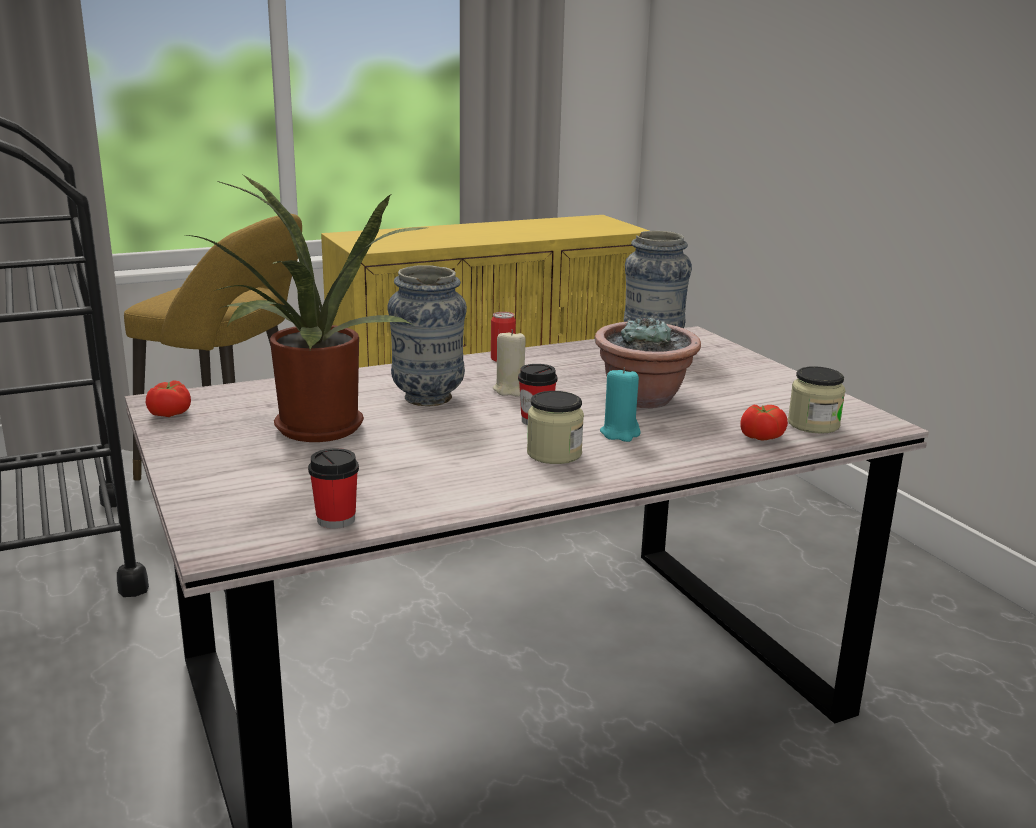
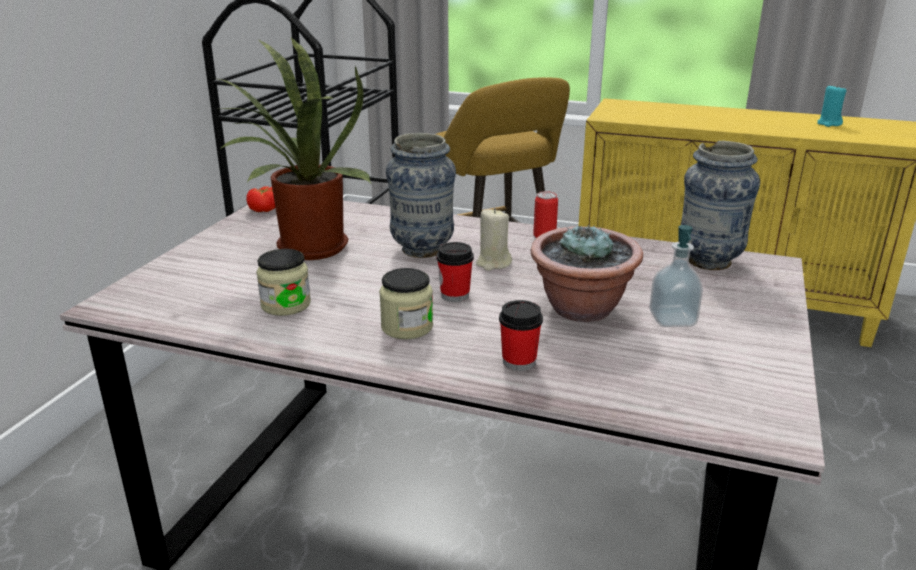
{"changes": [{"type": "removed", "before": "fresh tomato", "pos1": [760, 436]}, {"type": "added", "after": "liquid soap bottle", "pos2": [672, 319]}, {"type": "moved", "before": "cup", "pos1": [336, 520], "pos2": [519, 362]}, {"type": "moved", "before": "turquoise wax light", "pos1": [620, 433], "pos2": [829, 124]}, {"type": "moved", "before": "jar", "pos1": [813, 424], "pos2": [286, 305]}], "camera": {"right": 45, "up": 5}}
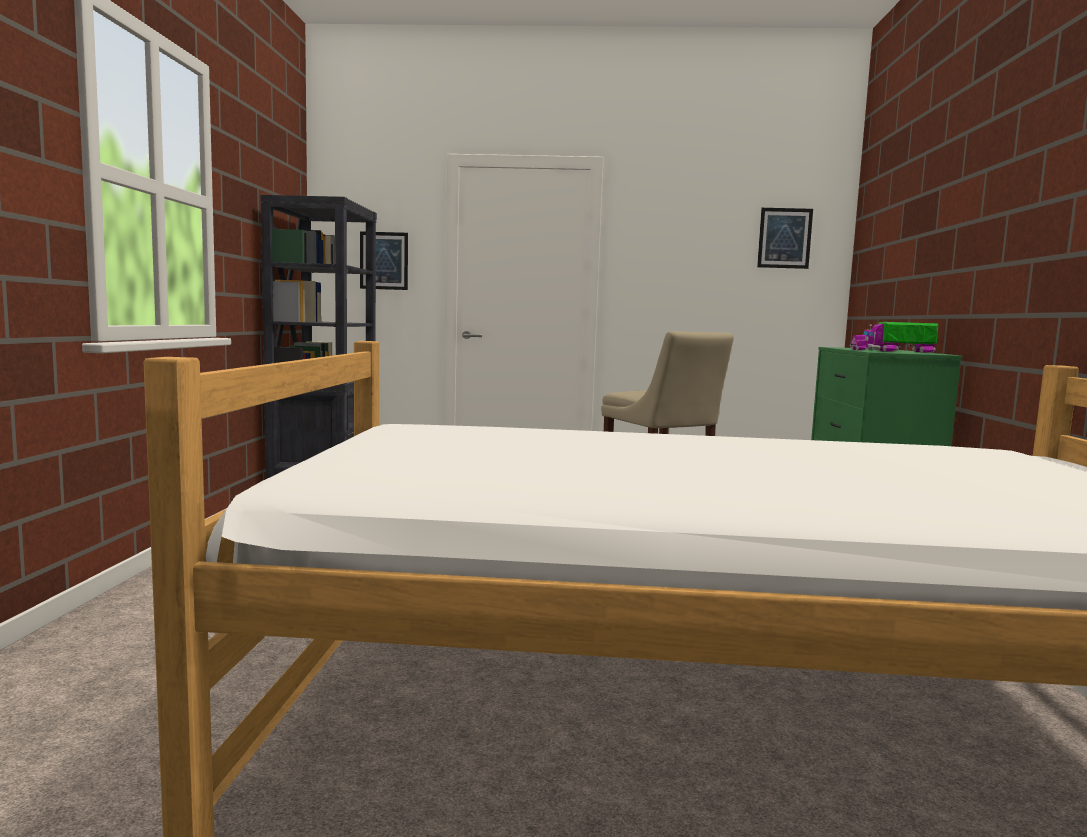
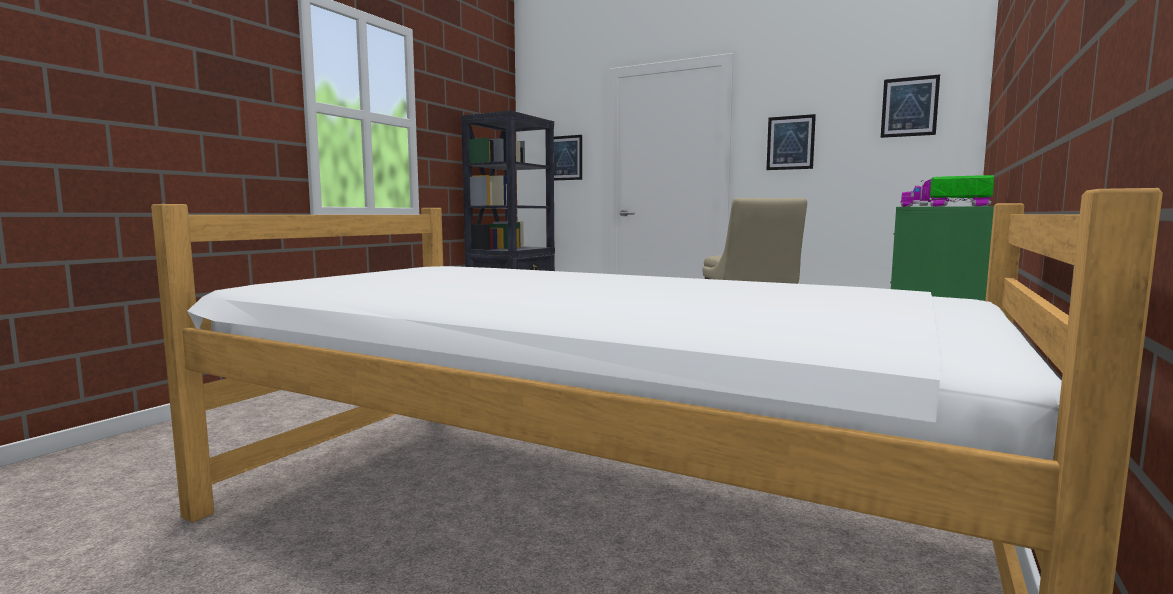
{"changes": [{"type": "added", "after": "wall picture", "pos2": [790, 142]}], "camera": {"right": 25, "up": 0}}
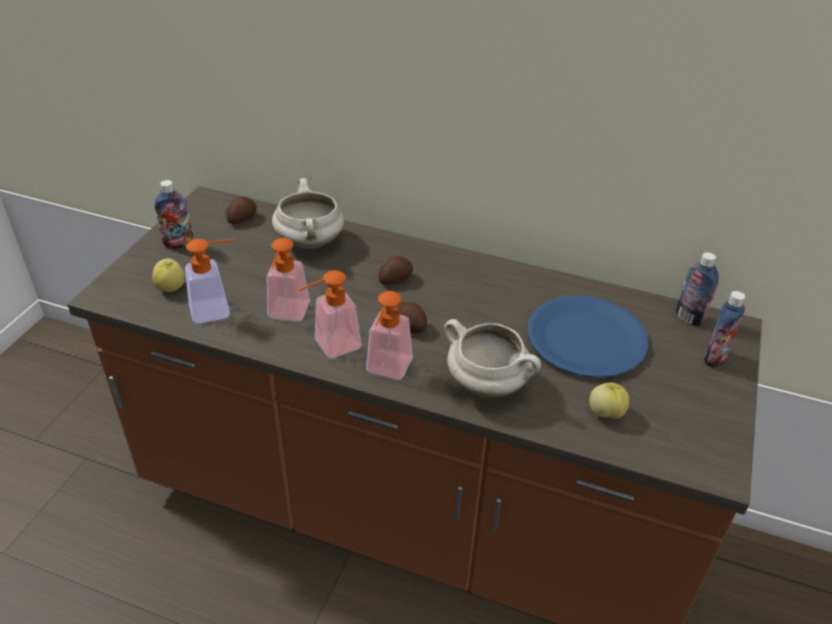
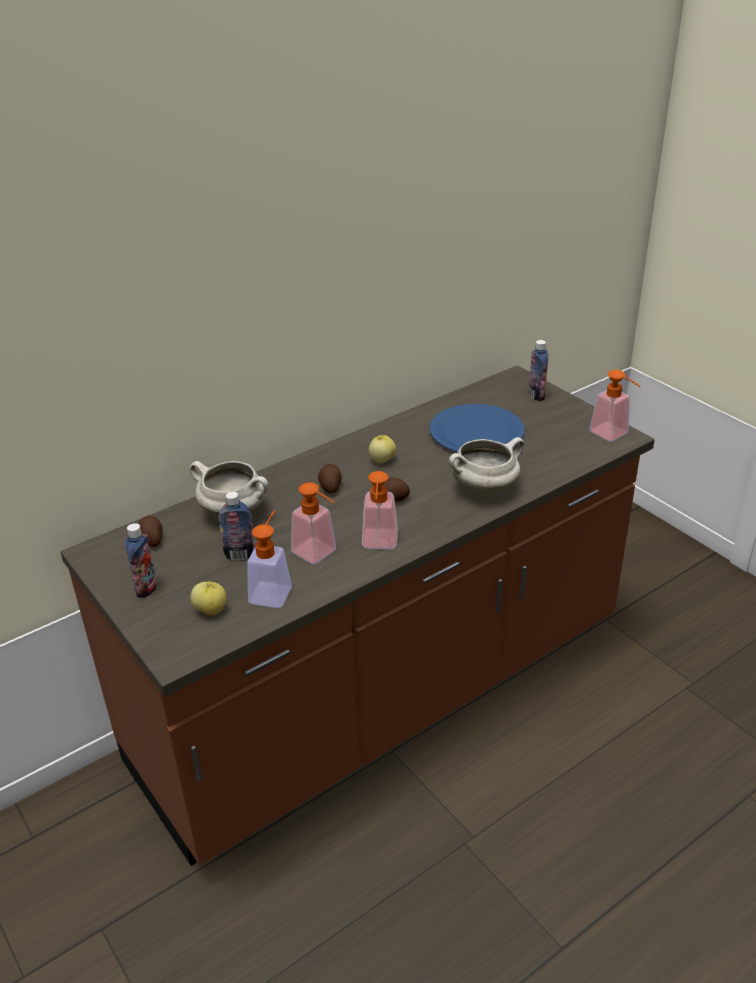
{"changes": [{"type": "moved", "before": "liquid soap bottle", "pos1": [386, 371], "pos2": [613, 435]}, {"type": "moved", "before": "apple fruit", "pos1": [606, 412], "pos2": [382, 460]}, {"type": "moved", "before": "beverage bottle", "pos1": [689, 318], "pos2": [240, 555]}], "camera": {"right": -55, "up": -5}}
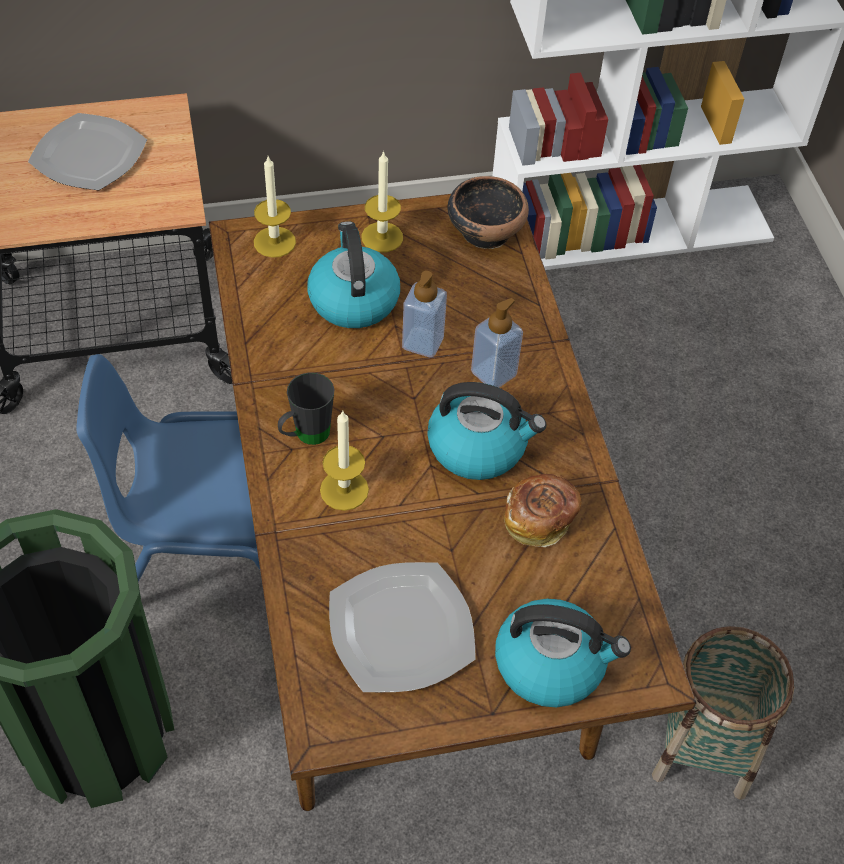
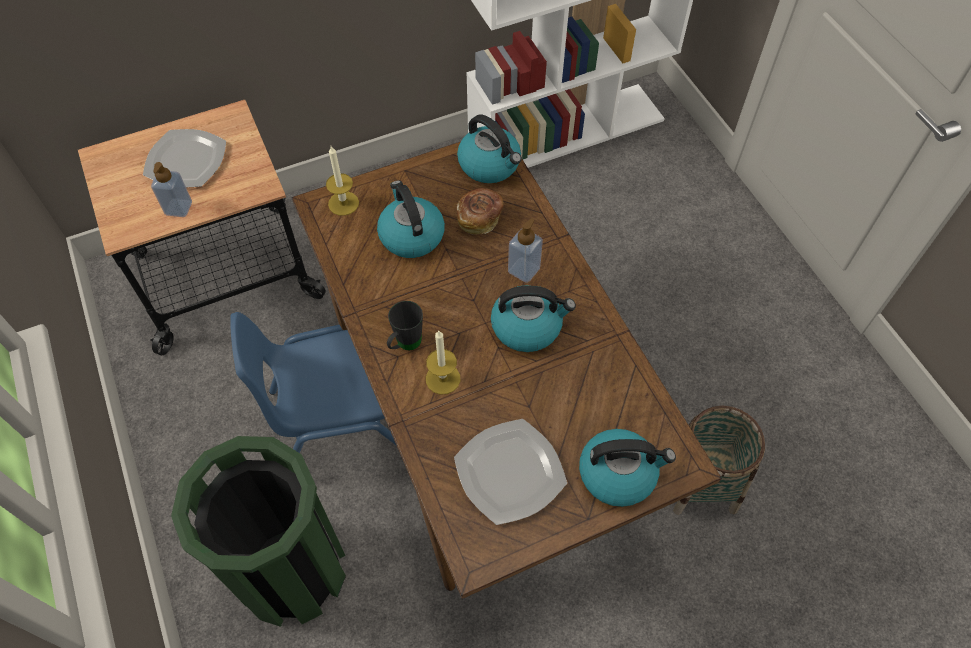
{"changes": [{"type": "removed", "before": "wax light", "pos1": [382, 237]}, {"type": "moved", "before": "liquid soap bottle", "pos1": [422, 342], "pos2": [178, 208]}, {"type": "moved", "before": "bread", "pos1": [539, 519], "pos2": [479, 218]}, {"type": "replaced", "before": "deep dish", "after": "tea kettle", "pos1": [485, 230], "pos2": [490, 165]}], "camera": {"right": -10, "up": 5}}
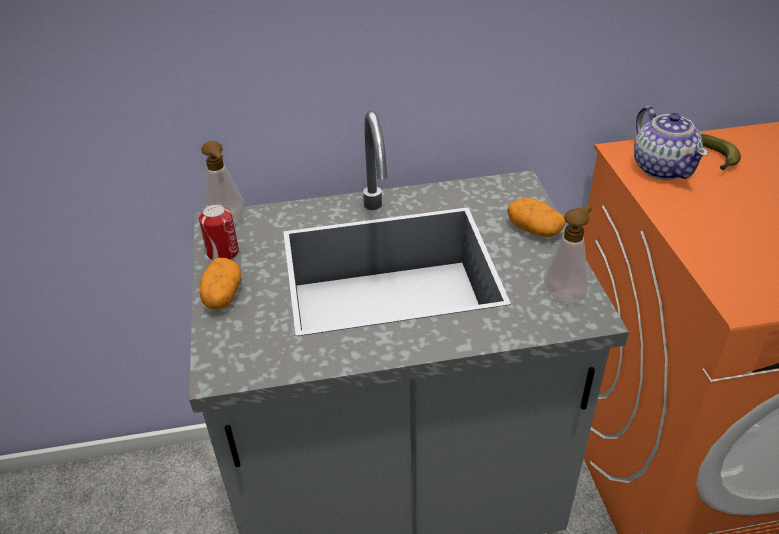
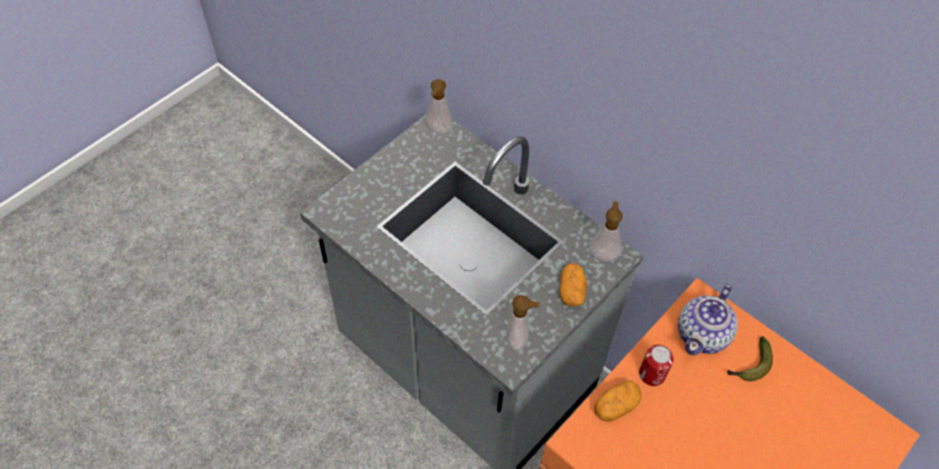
{"changes": [{"type": "added", "after": "liquid soap bottle", "pos2": [603, 253]}, {"type": "moved", "before": "sealed can", "pos1": [223, 252], "pos2": [652, 374]}, {"type": "moved", "before": "potato", "pos1": [222, 295], "pos2": [615, 406]}], "camera": {"right": 50, "up": 15}}
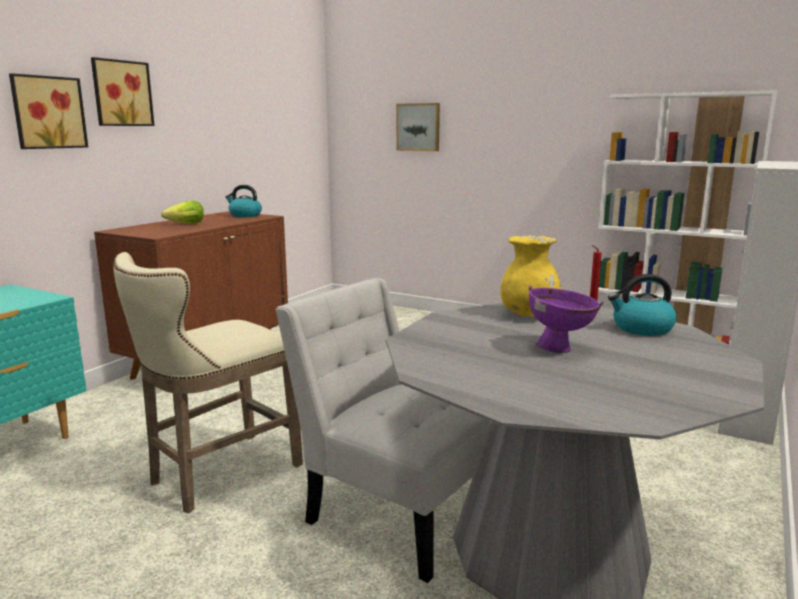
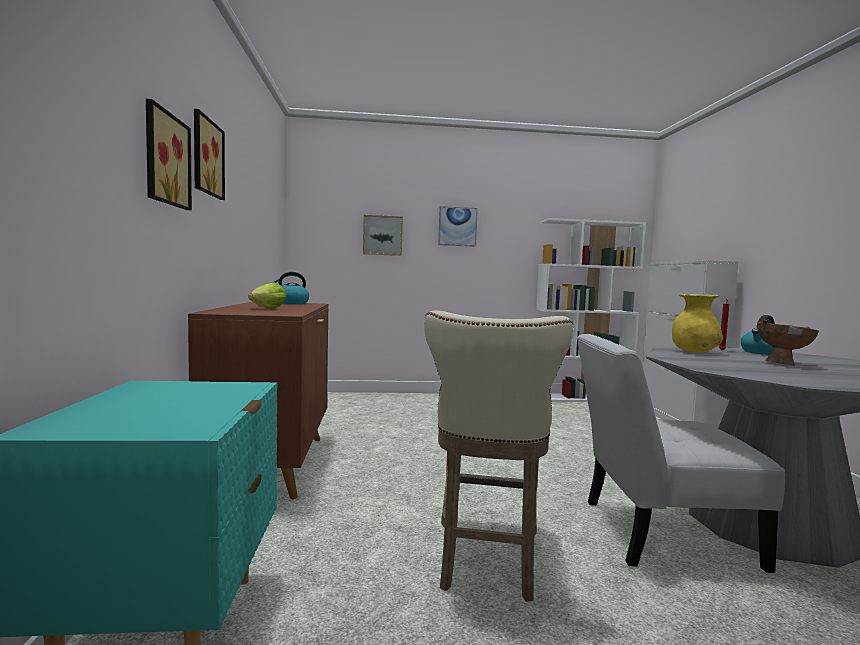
{"changes": [{"type": "added", "after": "wall picture", "pos2": [457, 226]}, {"type": "recoloured", "before": "purple deep dish", "after": "brown deep dish", "pos1": [561, 349], "pos2": [784, 364]}], "camera": {"right": -35, "up": -10}}
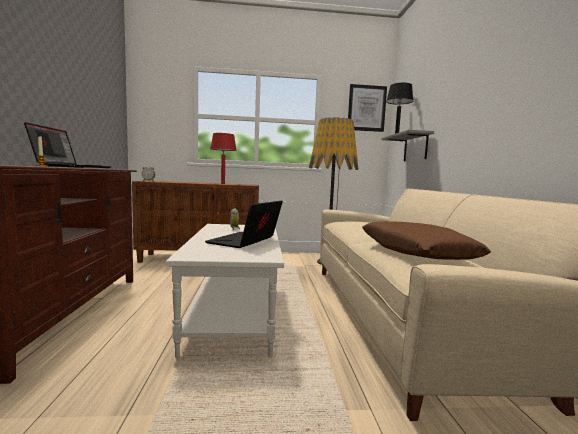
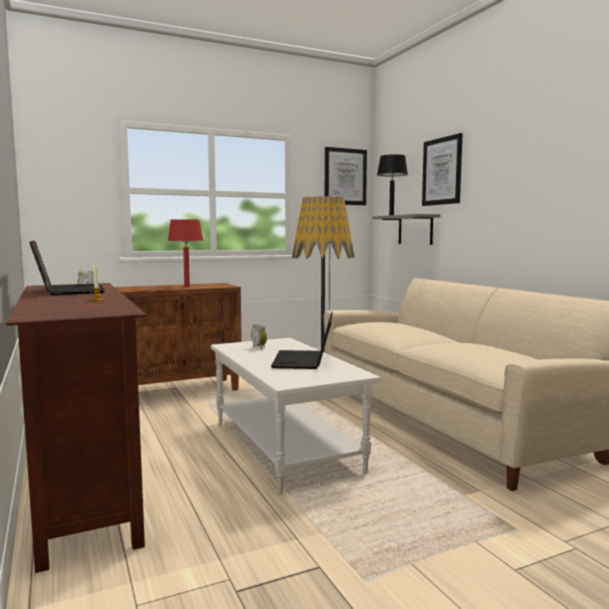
{"changes": [{"type": "removed", "before": "brown pillow", "pos1": [415, 252]}, {"type": "added", "after": "wall picture", "pos2": [442, 171]}], "camera": {"right": -20, "up": 0}}
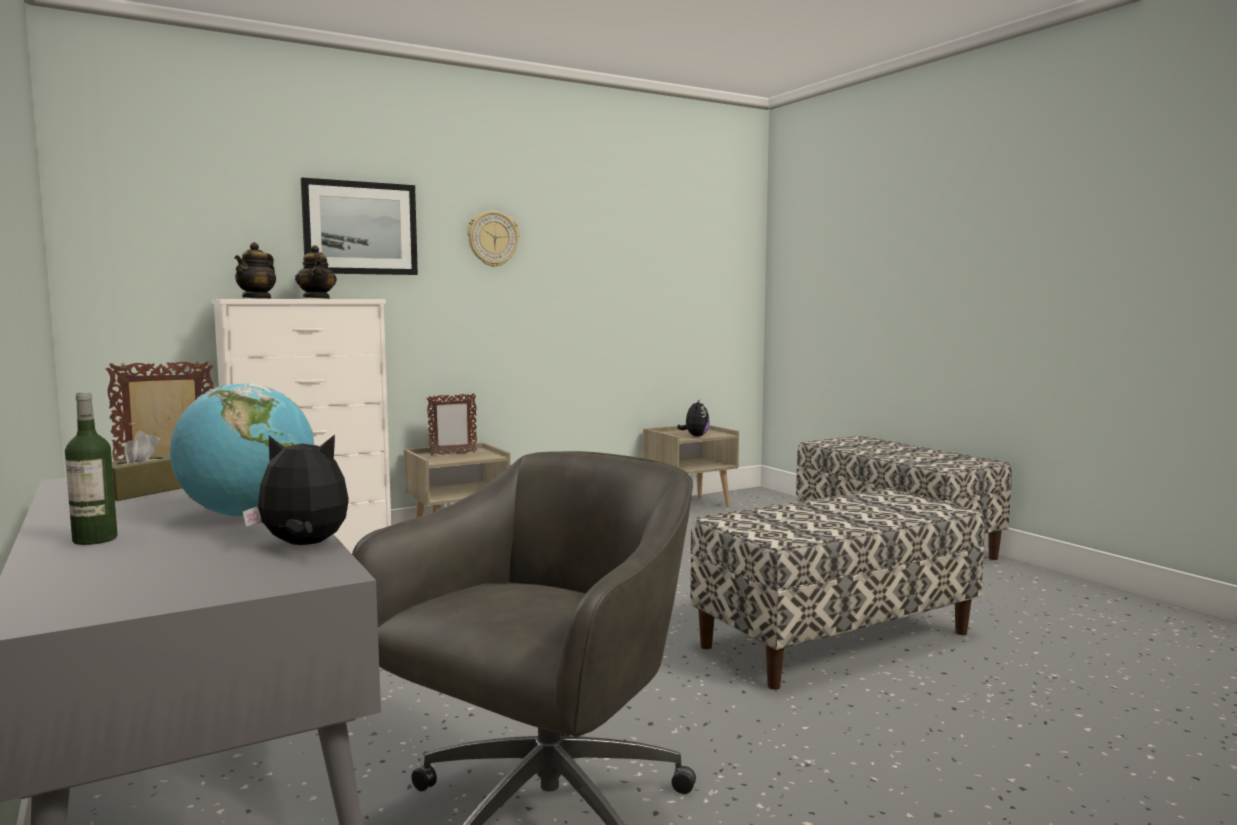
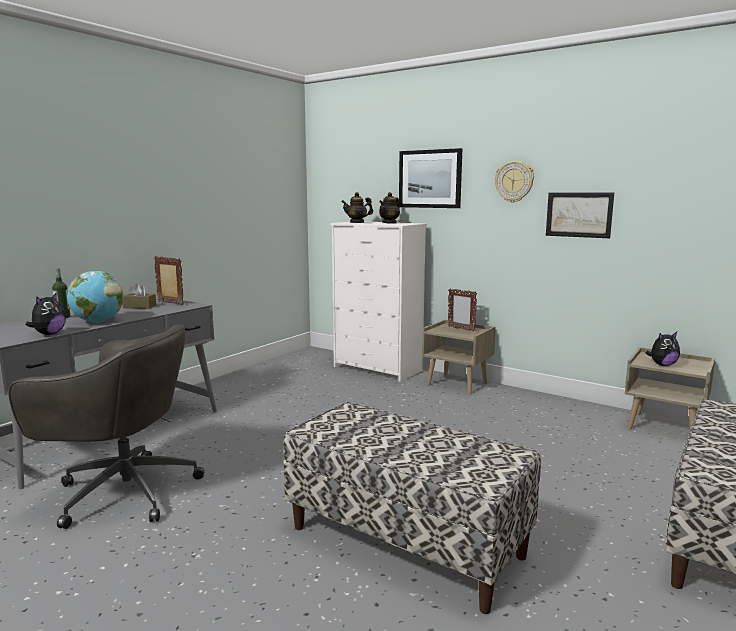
{"changes": [{"type": "added", "after": "wall picture", "pos2": [579, 214]}, {"type": "turned", "before": "cuddly toy", "pos1": [303, 546], "pos2": [49, 334], "turn": 45}], "camera": {"right": 65, "up": 5}}
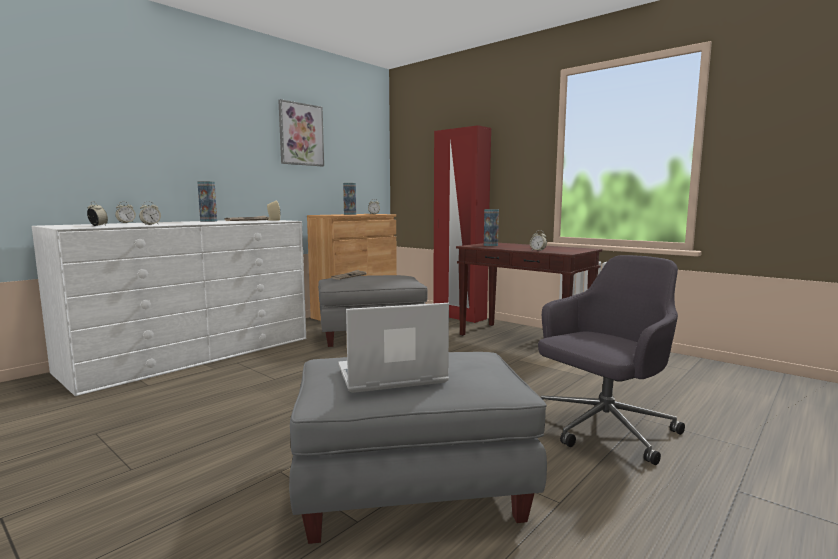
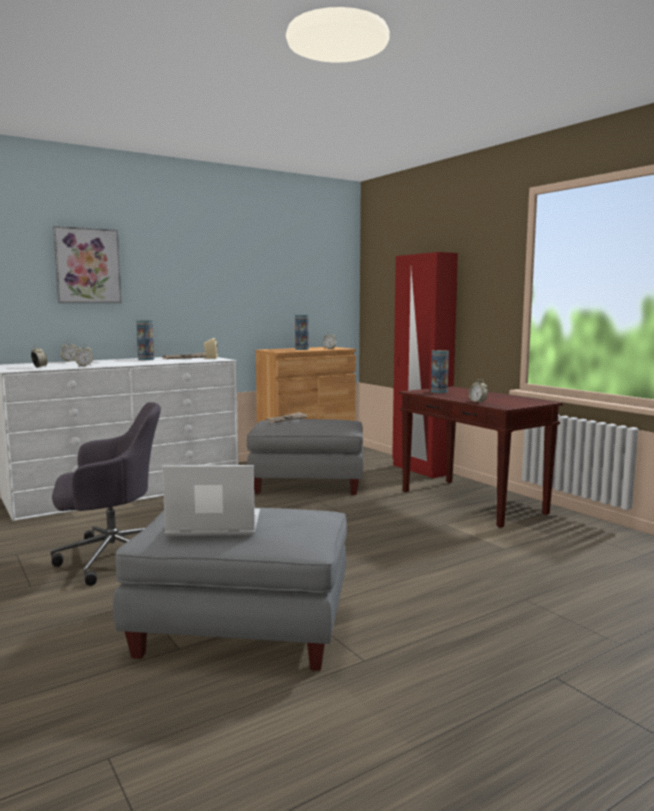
{"changes": [{"type": "moved", "before": "wall picture", "pos1": [301, 134], "pos2": [87, 266]}, {"type": "moved", "before": "grey desk chair", "pos1": [602, 429], "pos2": [111, 558]}], "camera": {"right": 15, "up": 0}}
